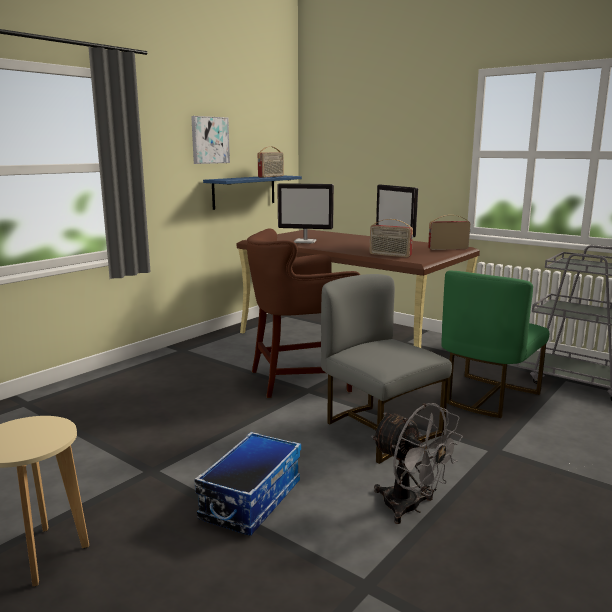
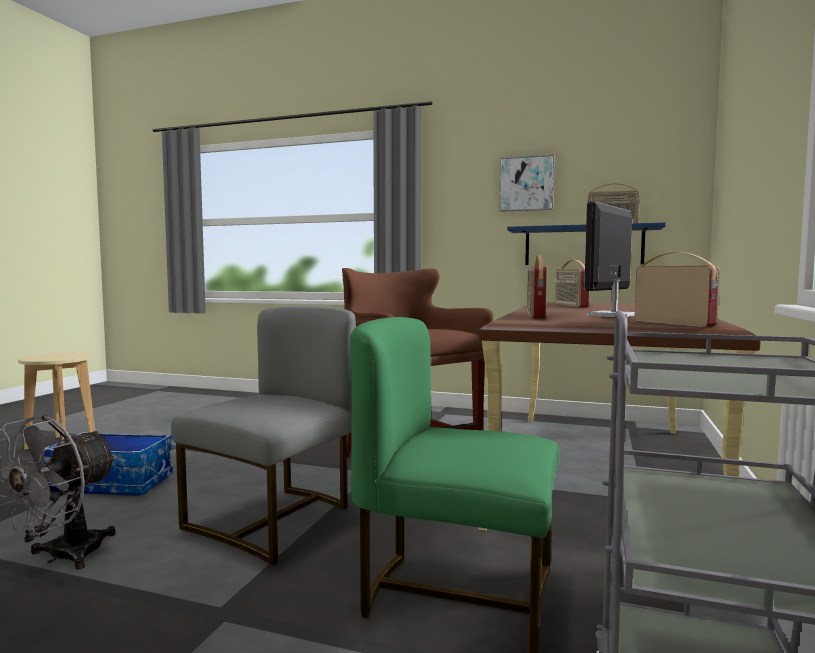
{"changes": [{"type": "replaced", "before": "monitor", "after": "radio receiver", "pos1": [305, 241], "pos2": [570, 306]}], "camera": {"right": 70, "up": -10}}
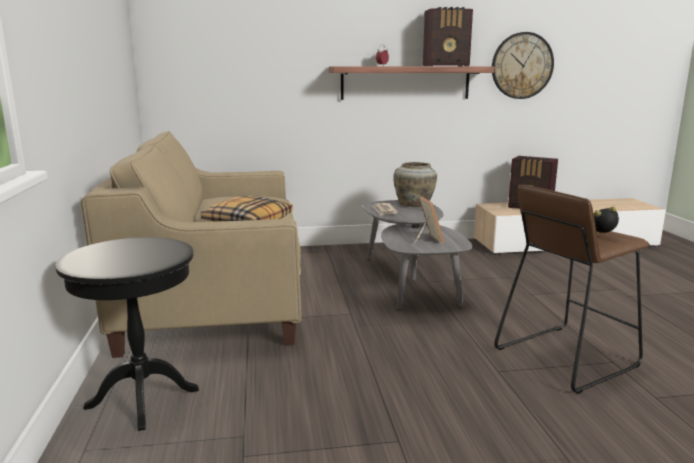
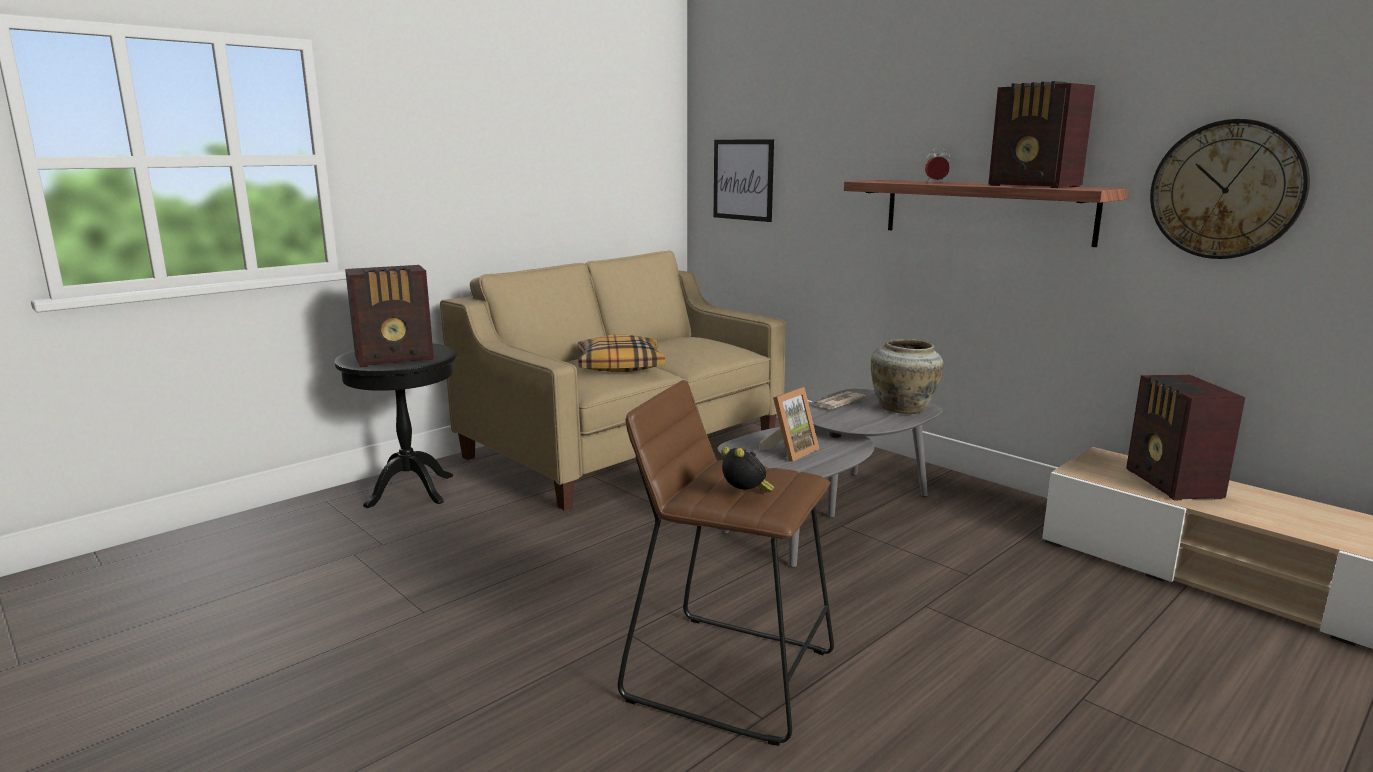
{"changes": [{"type": "added", "after": "radio receiver", "pos2": [396, 358]}, {"type": "added", "after": "wall picture", "pos2": [743, 180]}], "camera": {"right": 55, "up": 0}}
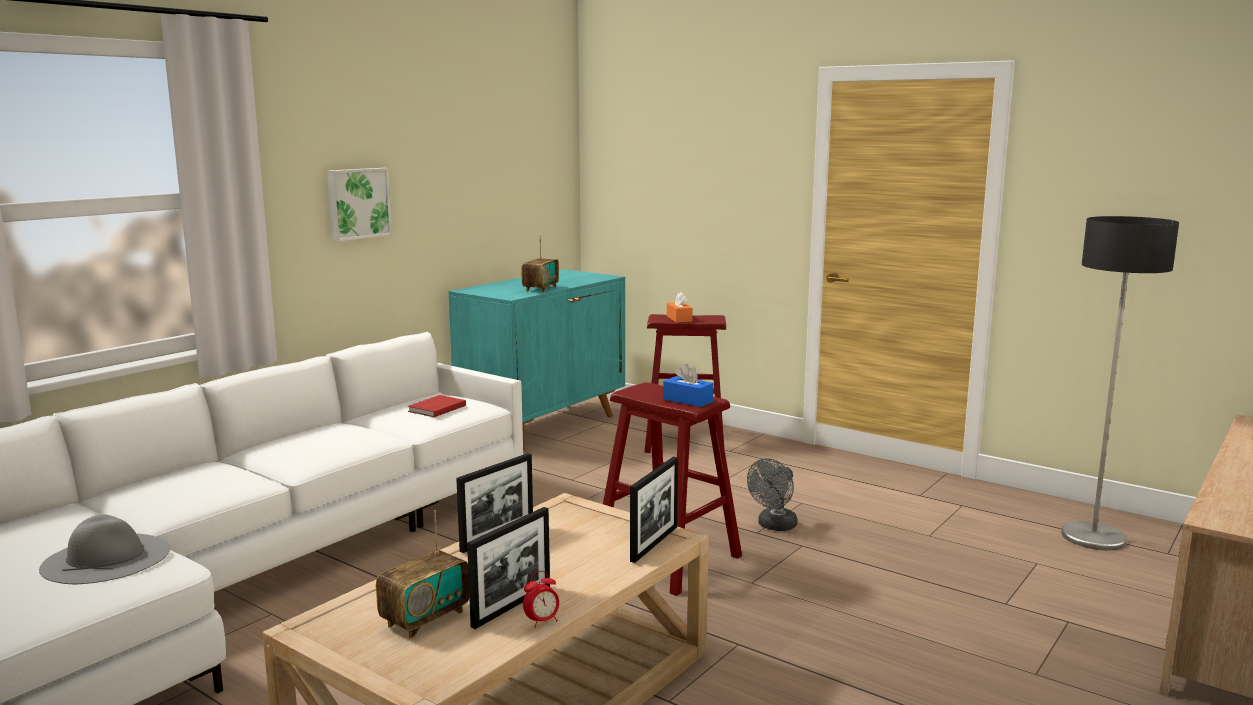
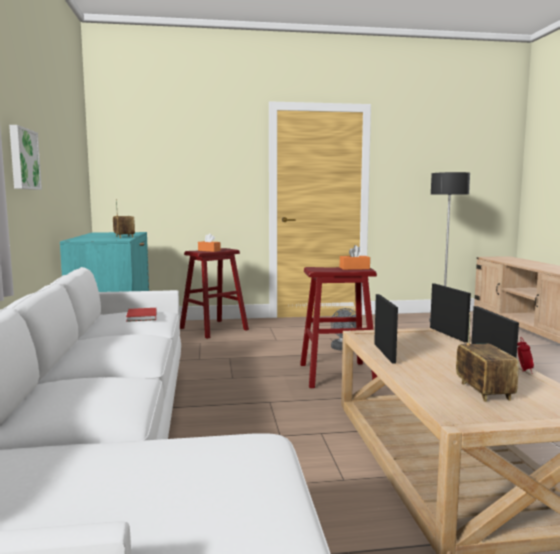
{"changes": [{"type": "removed", "before": "grey wearable hat", "pos1": [106, 558]}, {"type": "recoloured", "before": "blue tissue holder", "after": "orange-coloured tissue holder", "pos1": [688, 400], "pos2": [354, 268]}], "camera": {"right": -45, "up": -5}}
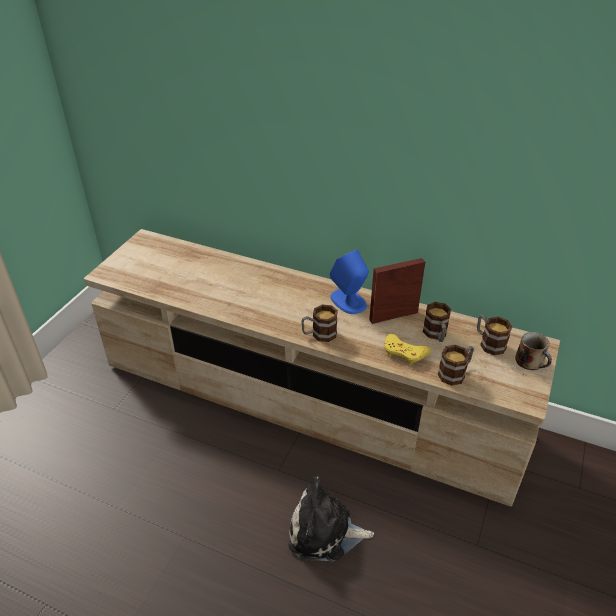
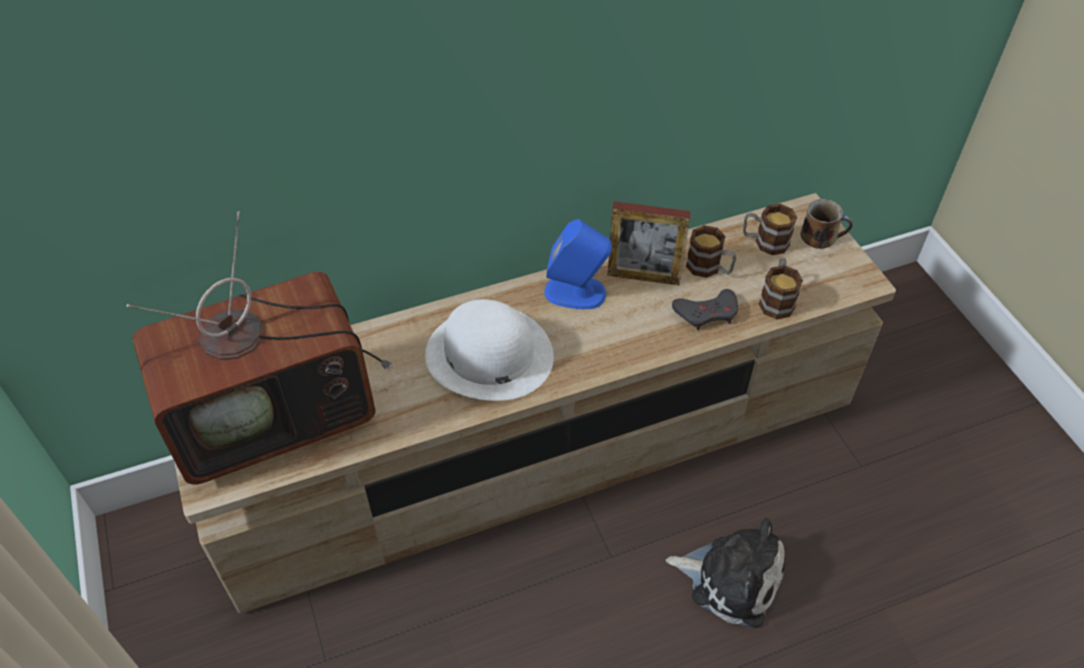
{"changes": [{"type": "removed", "before": "mug", "pos1": [319, 334]}, {"type": "added", "after": "TV", "pos2": [278, 412]}, {"type": "added", "after": "white-coloured wearable hat", "pos2": [488, 354]}, {"type": "recoloured", "before": "yellowish joypad", "after": "grey joypad", "pos1": [404, 352], "pos2": [707, 313]}, {"type": "turned", "before": "cuddly toy", "pos1": [325, 532], "pos2": [731, 578], "turn": -120}, {"type": "turned", "before": "photo frame", "pos1": [393, 316], "pos2": [643, 276], "turn": -105}], "camera": {"right": -45, "up": 10}}
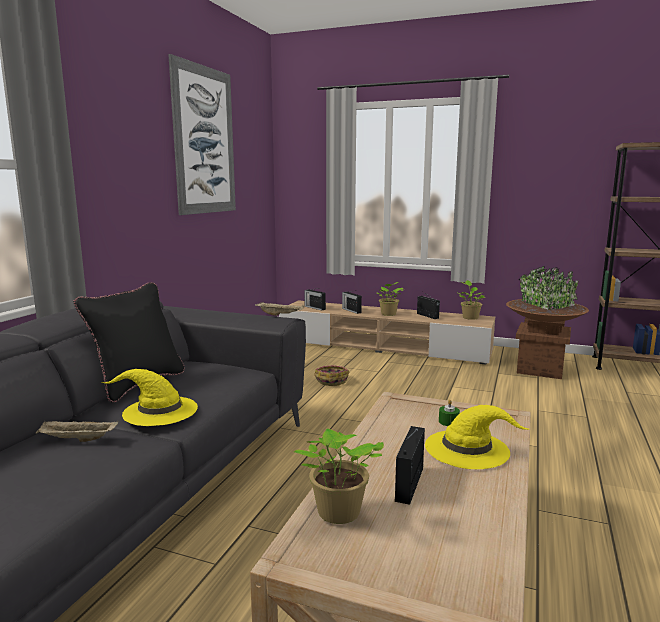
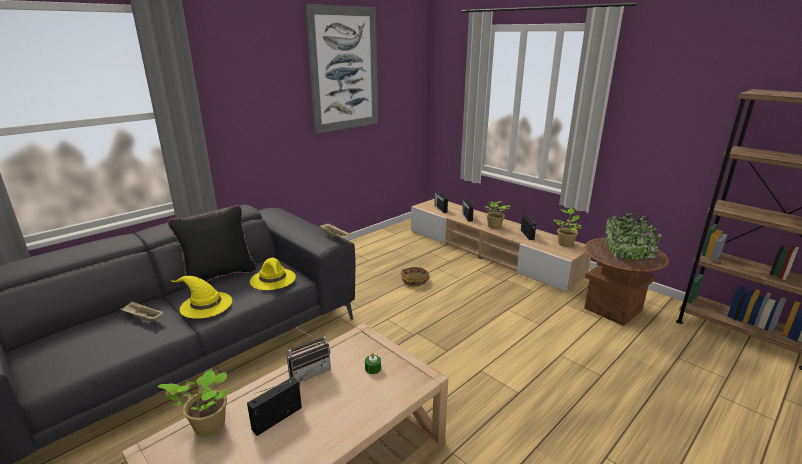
{"changes": [{"type": "added", "after": "radio receiver", "pos2": [309, 372]}, {"type": "moved", "before": "yellowish wearable hat", "pos1": [468, 448], "pos2": [273, 279]}], "camera": {"right": 25, "up": 10}}
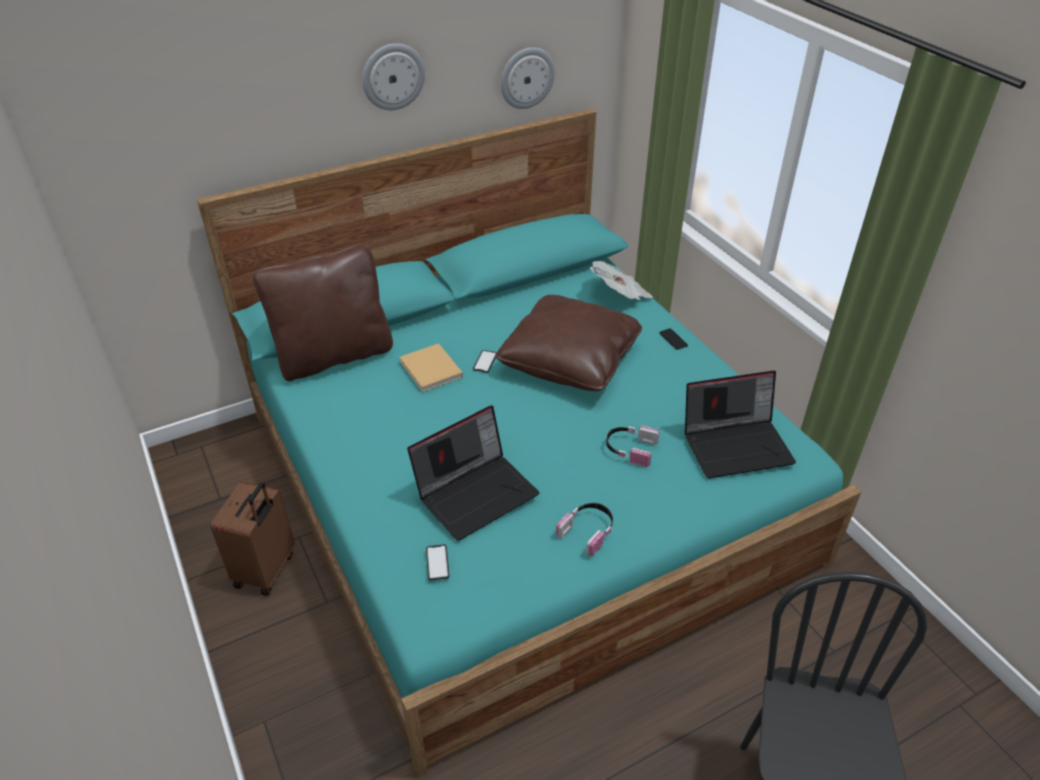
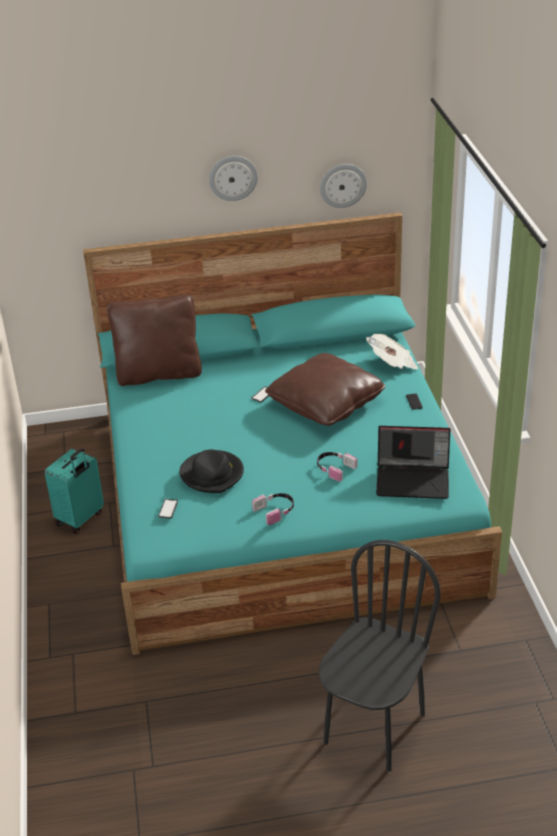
{"changes": [{"type": "removed", "before": "sand-coloured book", "pos1": [431, 370]}, {"type": "replaced", "before": "portable computer", "after": "black-coloured wearable hat", "pos1": [476, 492], "pos2": [212, 474]}, {"type": "recoloured", "before": "brown travel case", "after": "turquoise travel case", "pos1": [266, 570], "pos2": [80, 518]}], "camera": {"right": 20, "up": -5}}
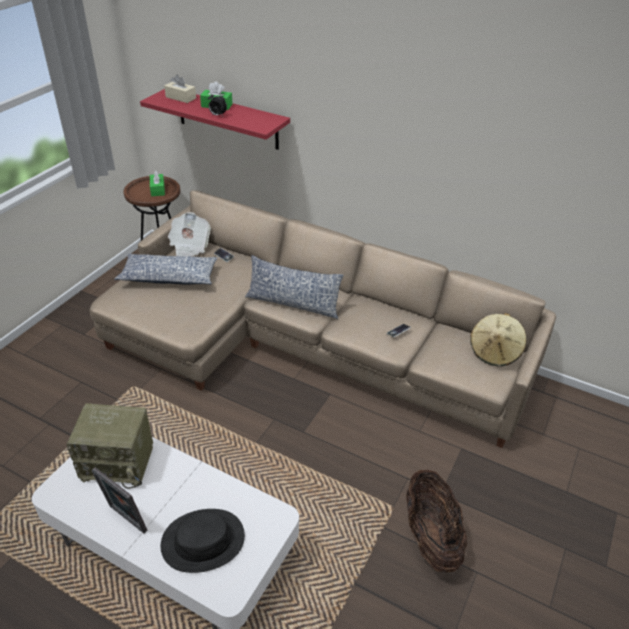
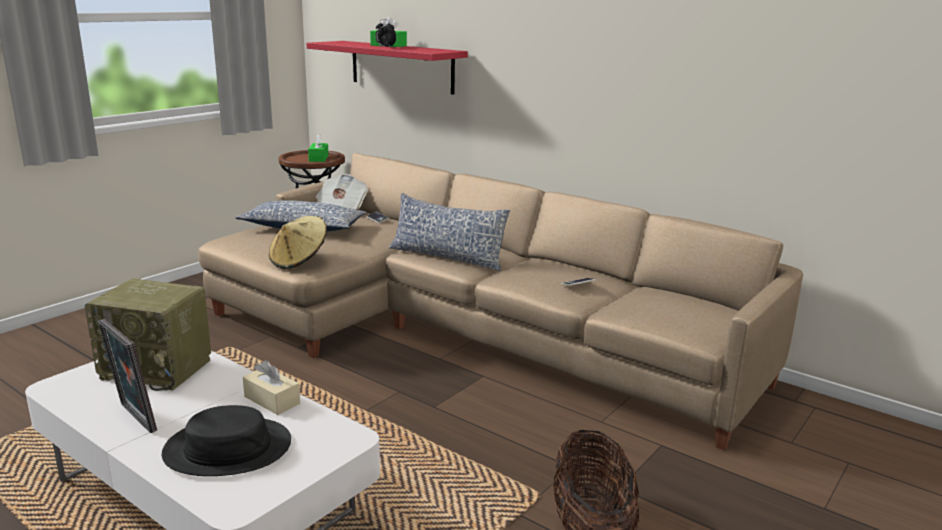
{"changes": [{"type": "moved", "before": "sand-coloured tissue holder", "pos1": [181, 97], "pos2": [272, 400]}, {"type": "moved", "before": "sand-coloured wearable hat", "pos1": [495, 352], "pos2": [299, 261]}], "camera": {"right": 10, "up": -20}}
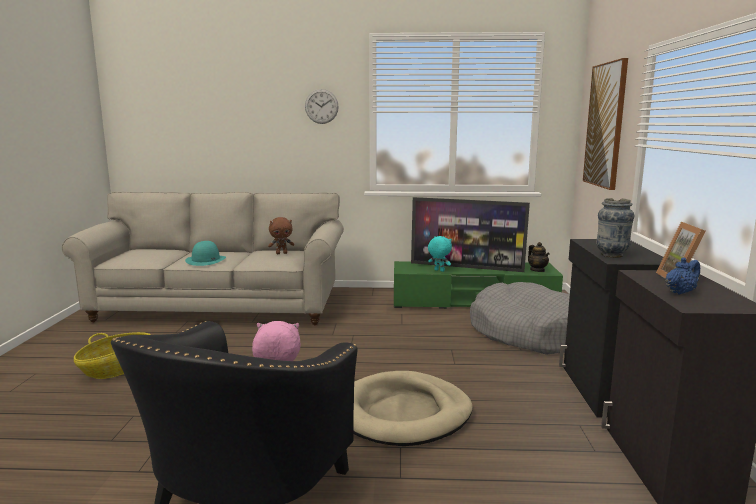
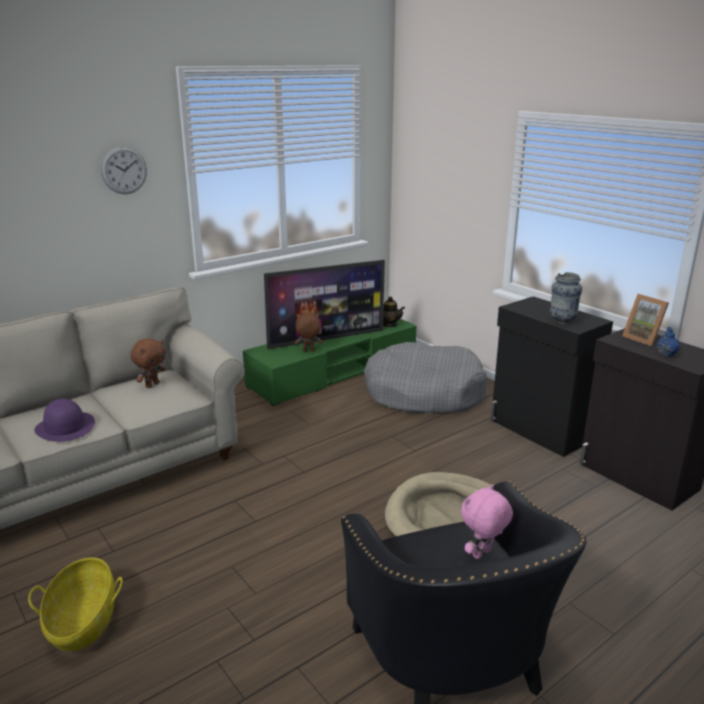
{"changes": [{"type": "removed", "before": "wall picture", "pos1": [605, 125]}, {"type": "recoloured", "before": "turquoise wearable hat", "after": "purple wearable hat", "pos1": [206, 260], "pos2": [65, 427]}, {"type": "recoloured", "before": "turquoise cuddly toy", "after": "brown cuddly toy", "pos1": [439, 270], "pos2": [308, 351]}], "camera": {"right": -40, "up": 10}}
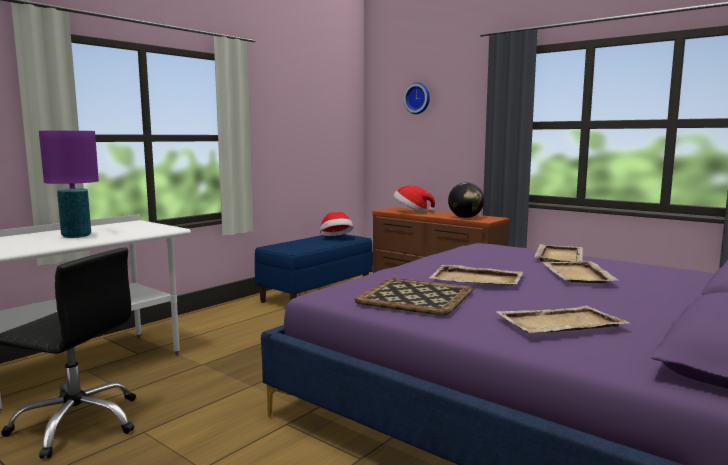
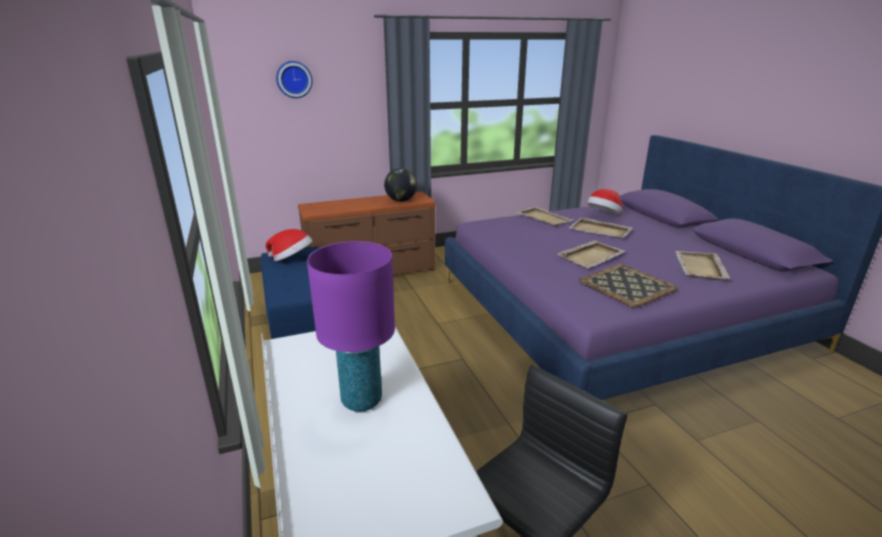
{"changes": [{"type": "moved", "before": "wearable hat", "pos1": [412, 212], "pos2": [603, 216]}], "camera": {"right": -60, "up": 15}}
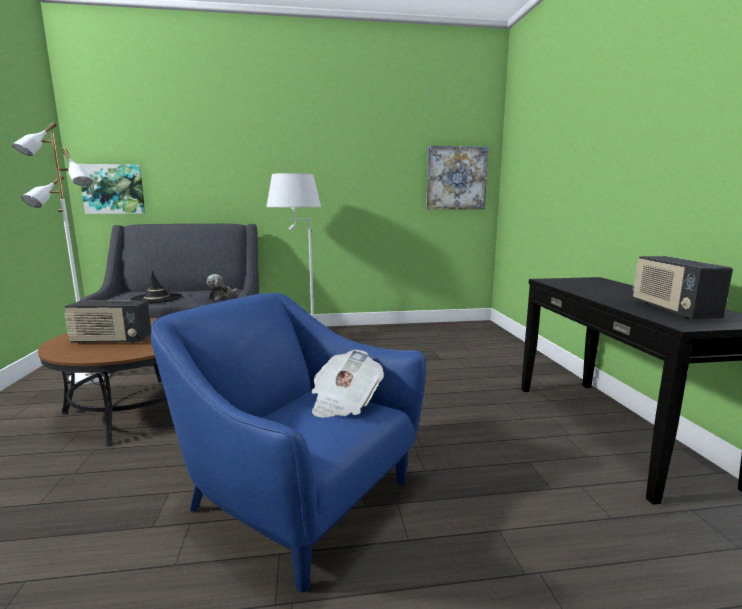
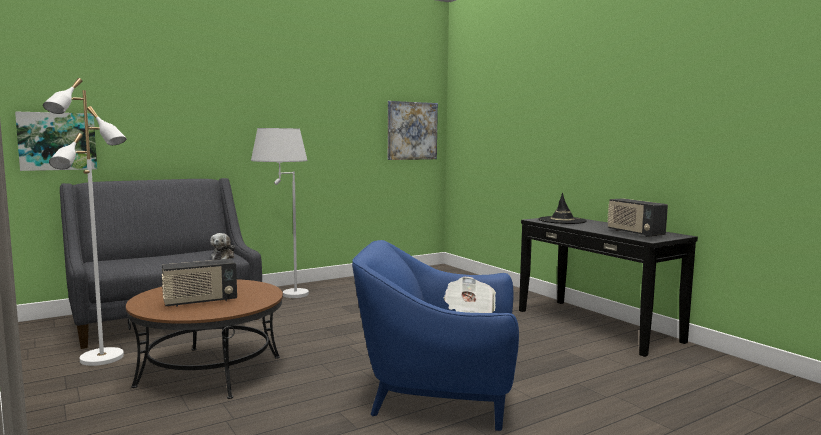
{"changes": [{"type": "moved", "before": "black-coloured wearable hat", "pos1": [157, 298], "pos2": [562, 220]}], "camera": {"right": -25, "up": -5}}
